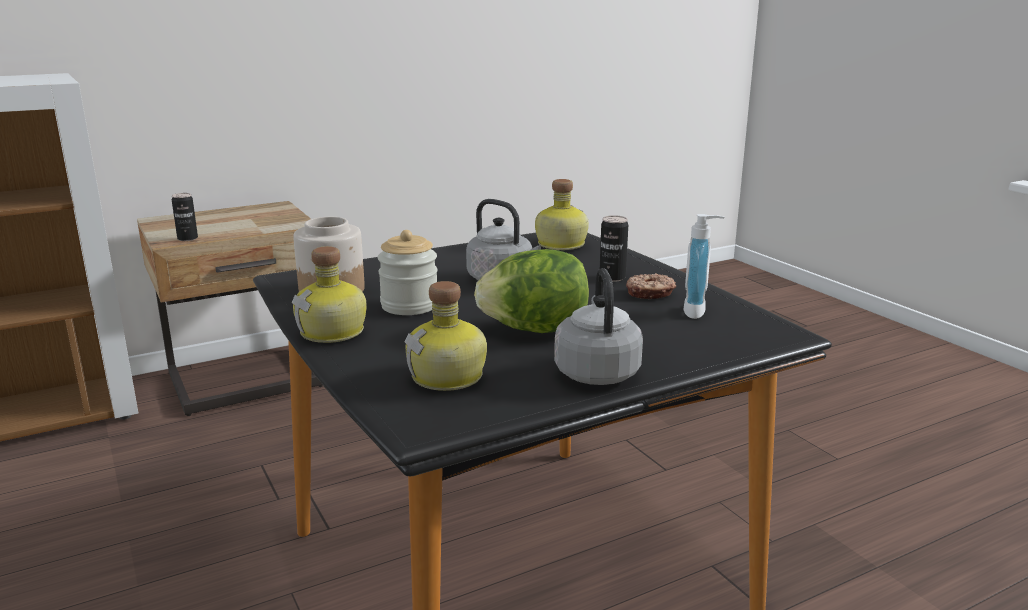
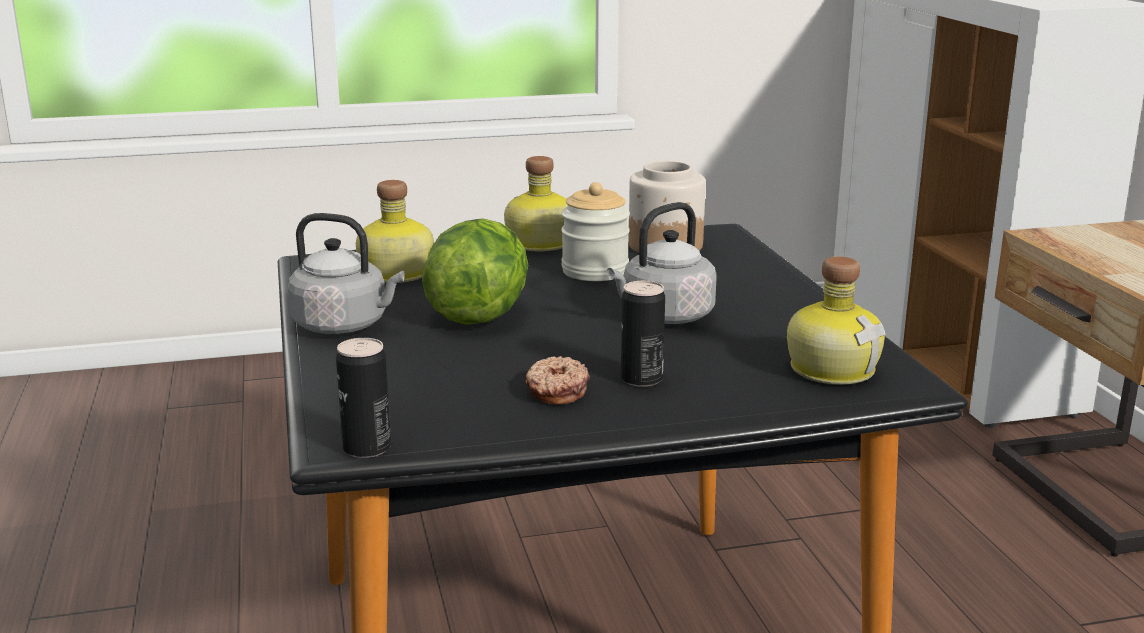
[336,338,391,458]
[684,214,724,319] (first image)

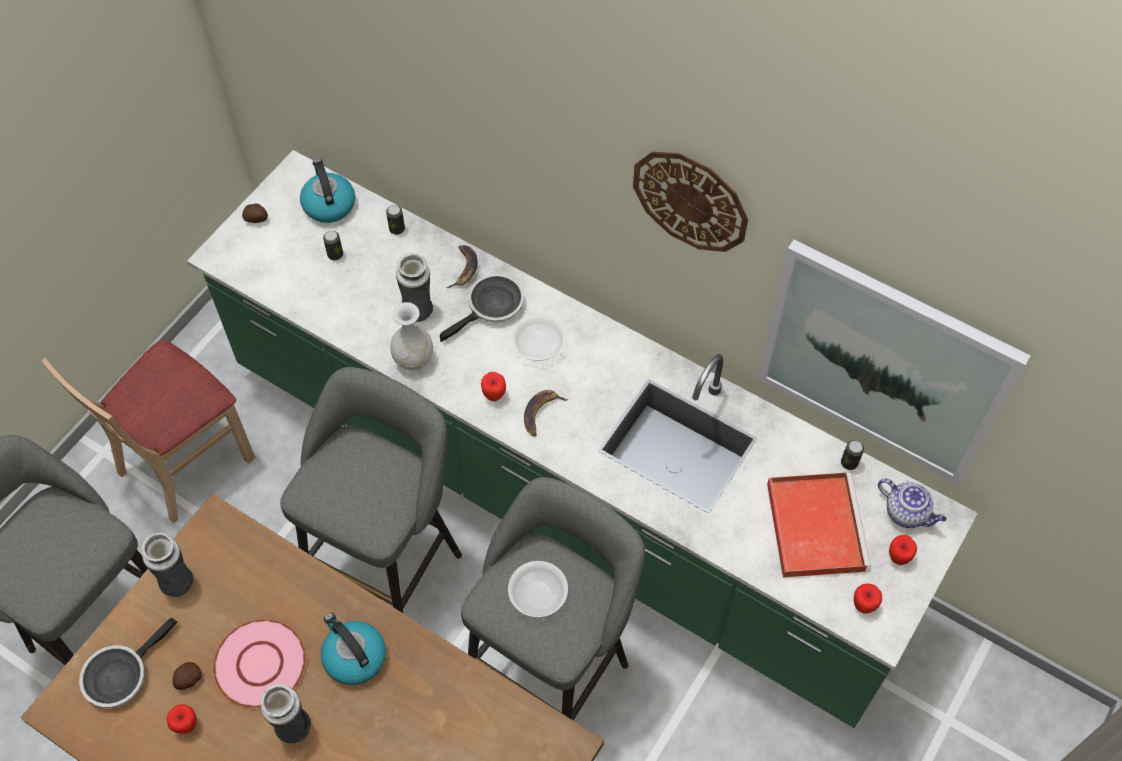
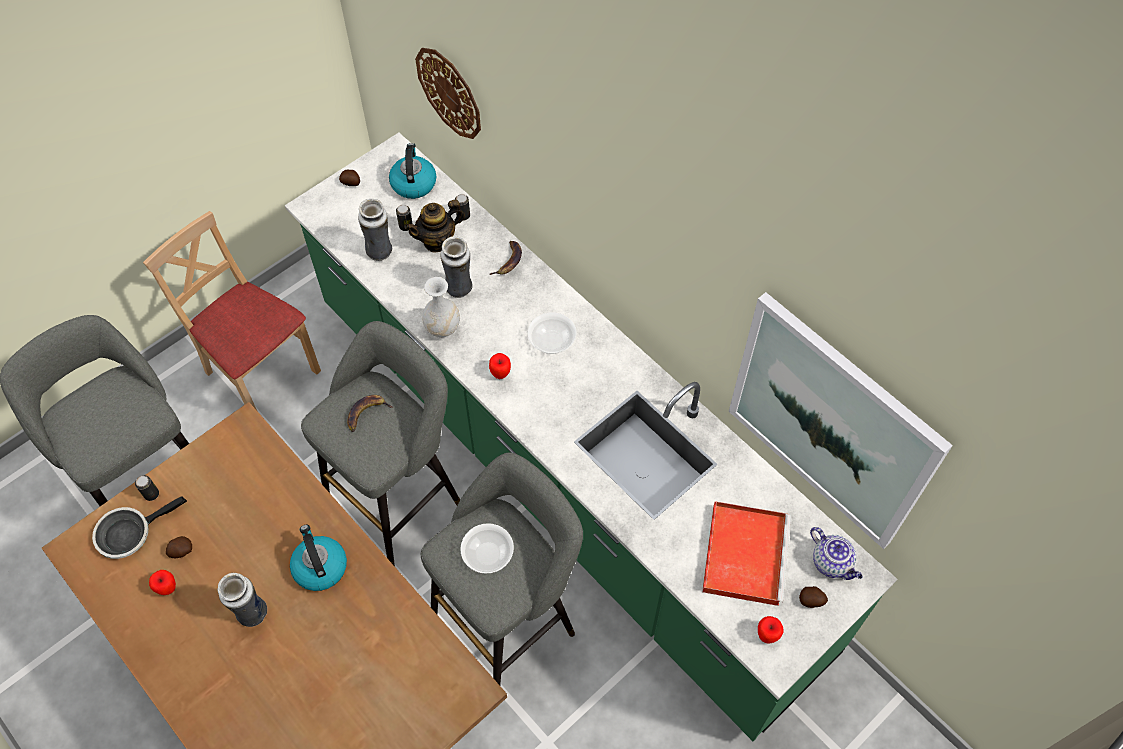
[415,48,481,139]
[440,274,524,342] (first image)
[143,211,321,410]
[347,395,393,432]
[135,475,159,501]
[358,199,392,261]
[799,586,828,608]
[213,619,306,708] (first image)
[404,199,465,253]

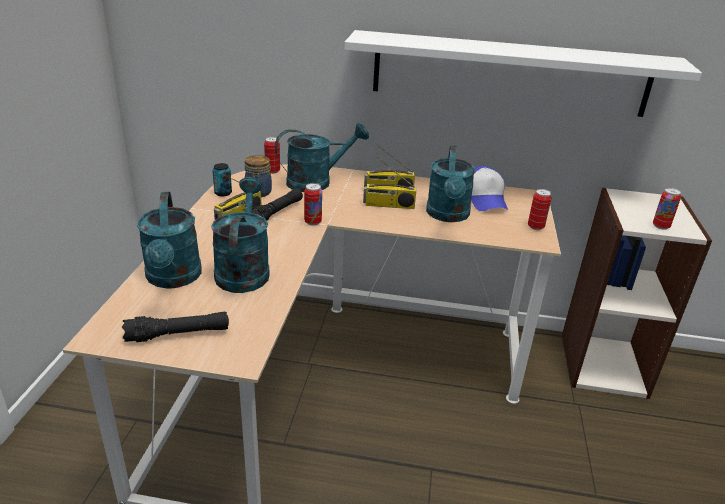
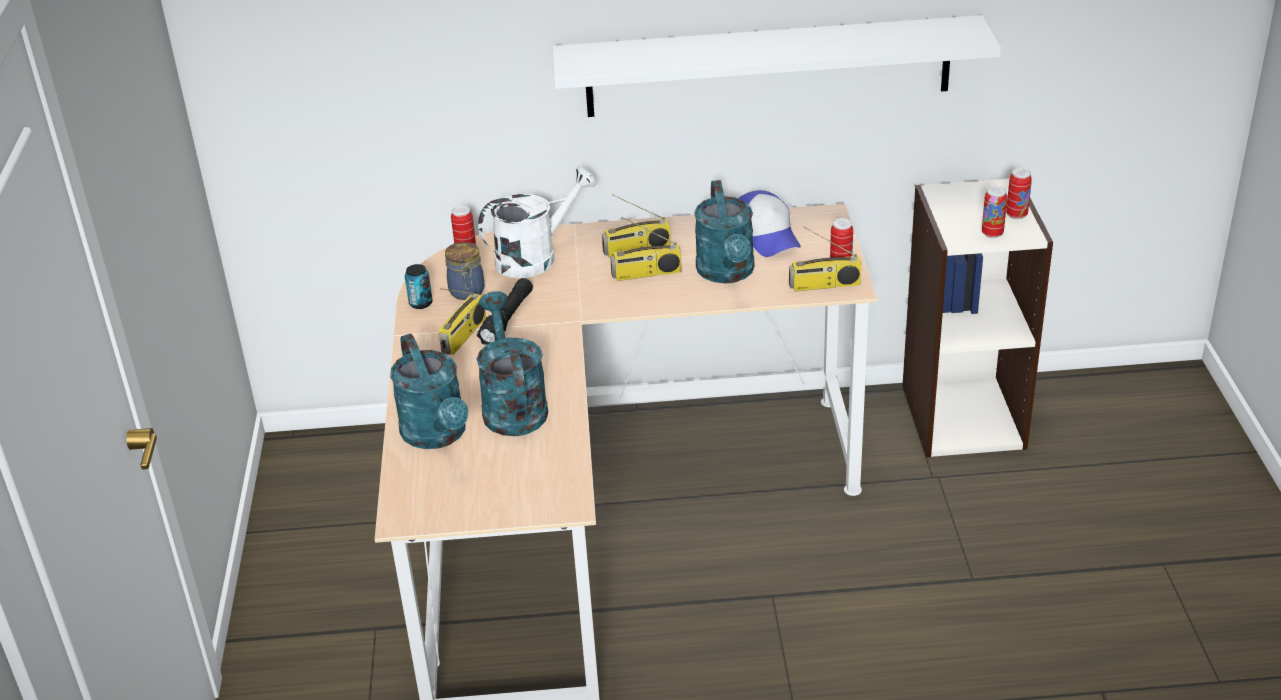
[478,166,597,278]
[1006,168,1032,219]
[122,312,229,342] (first image)
[789,227,861,292]

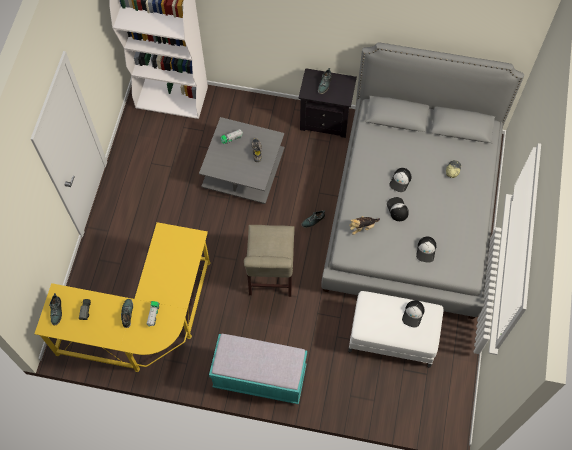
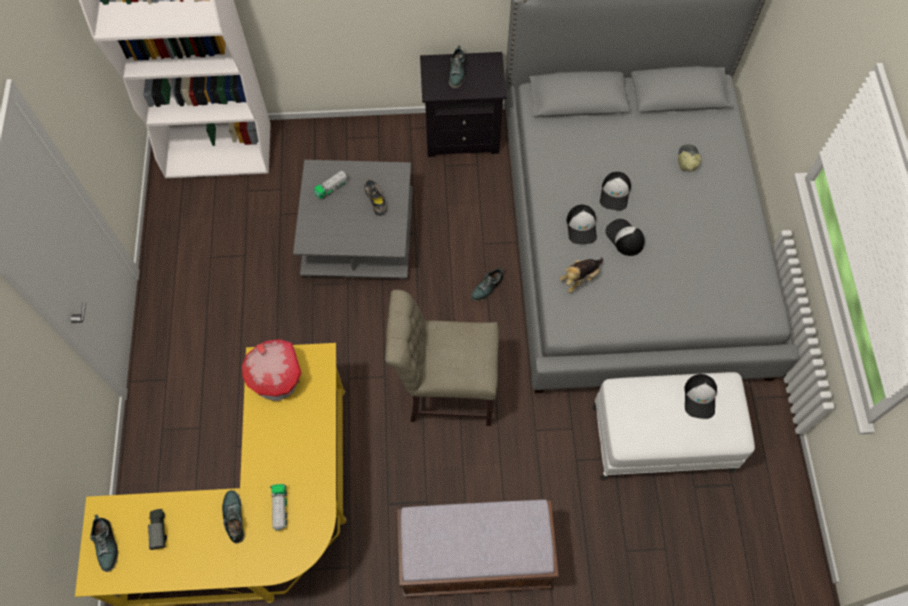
[385,290,499,426]
[566,205,597,244]
[397,500,559,597]
[242,339,302,401]

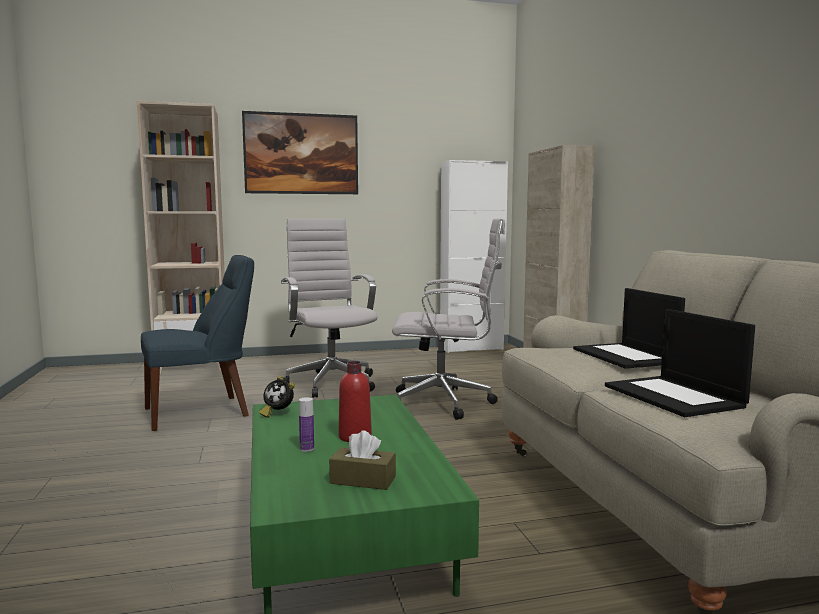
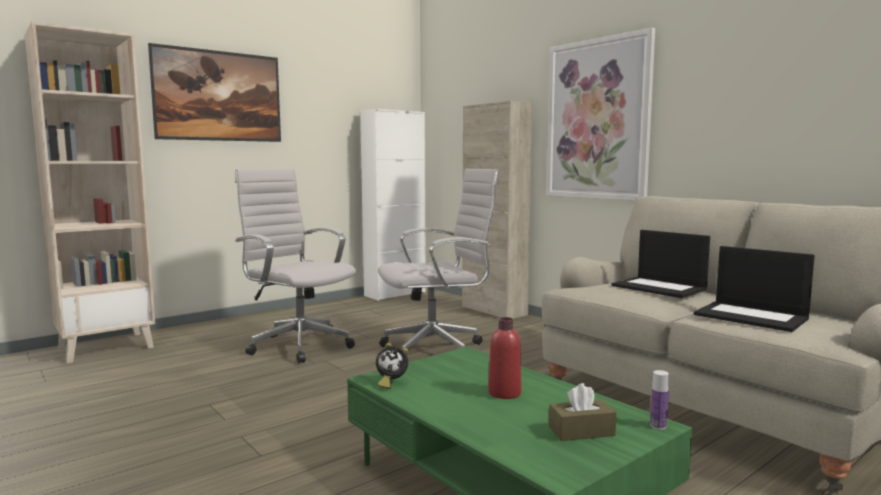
[141,255,254,431] (first image)
[650,370,669,430]
[546,28,655,201]

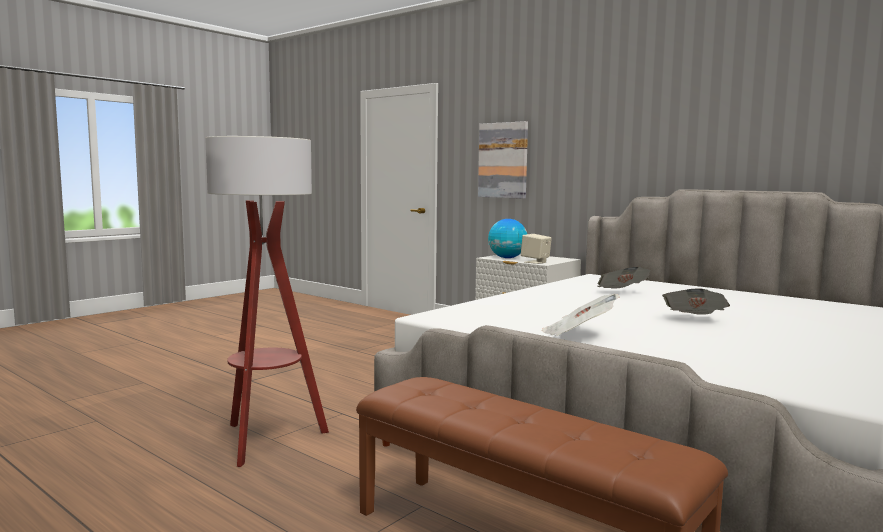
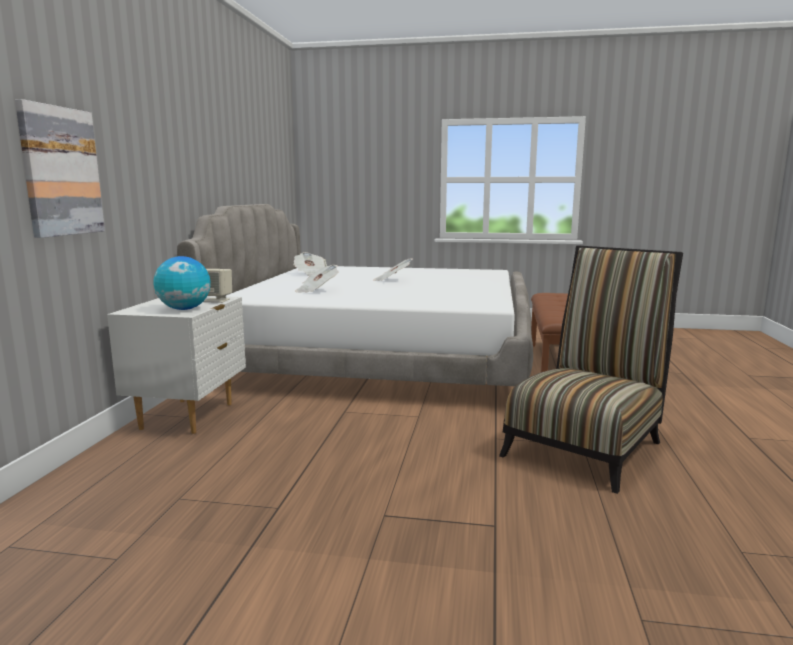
[499,245,683,494]
[294,252,327,276]

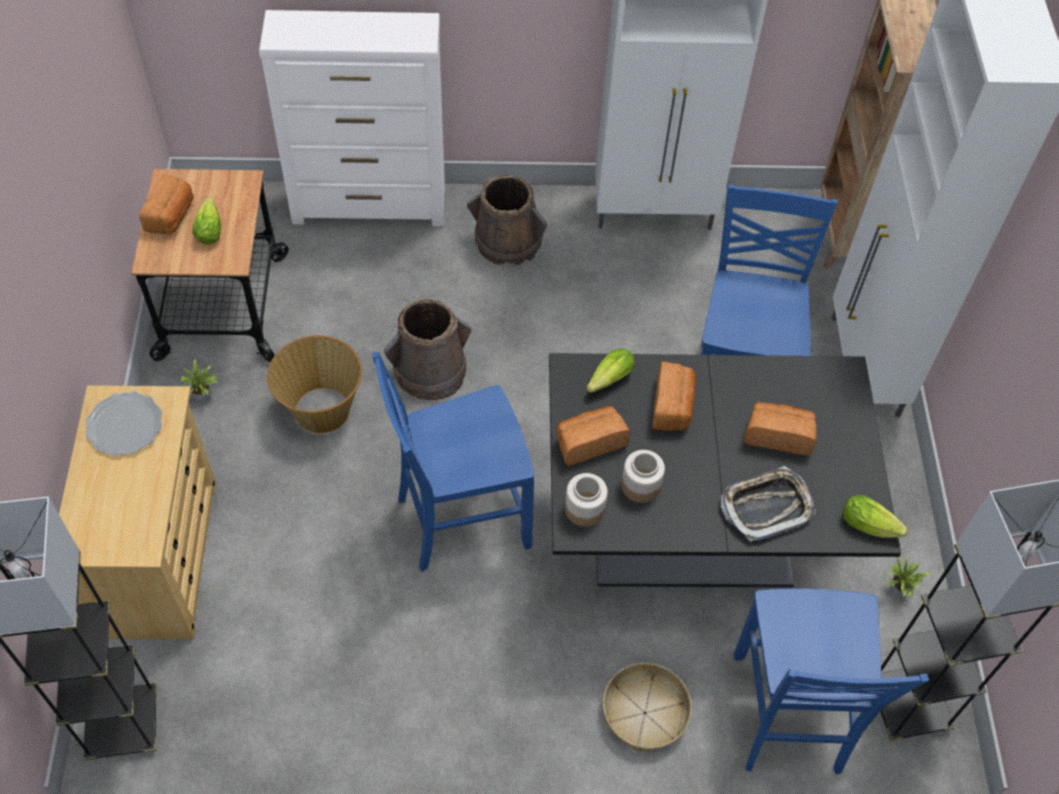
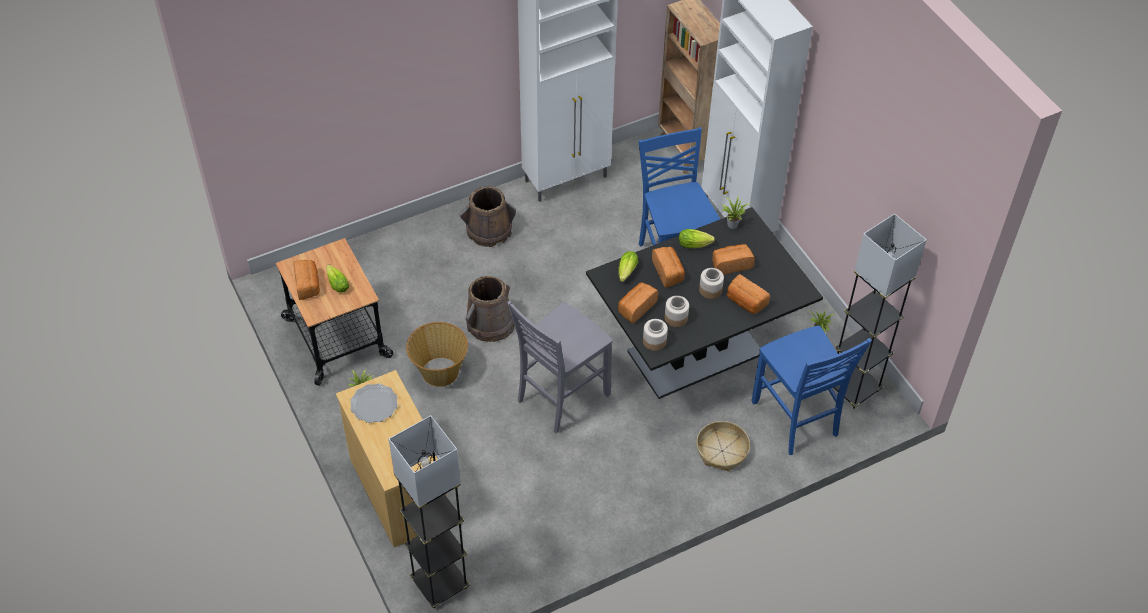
[259,10,445,226] (first image)
[507,300,612,433]
[727,274,770,314]
[679,229,715,248]
[722,195,750,229]
[699,268,724,299]

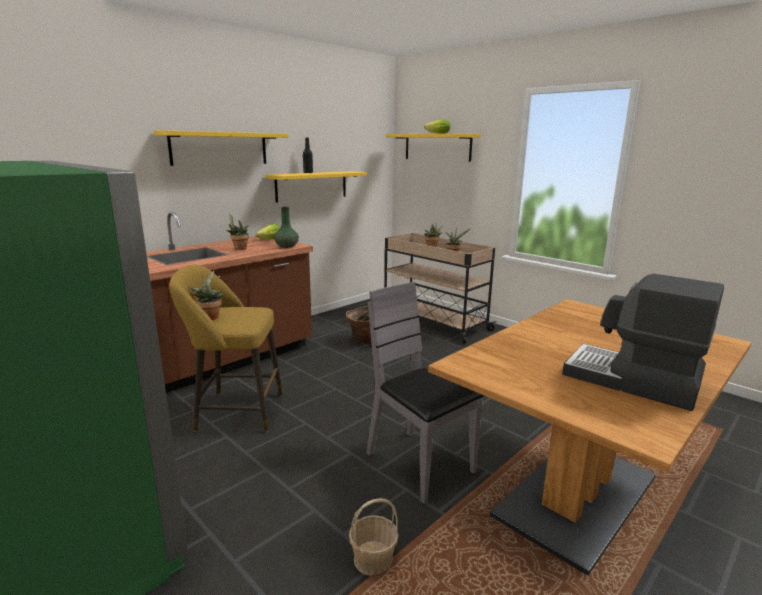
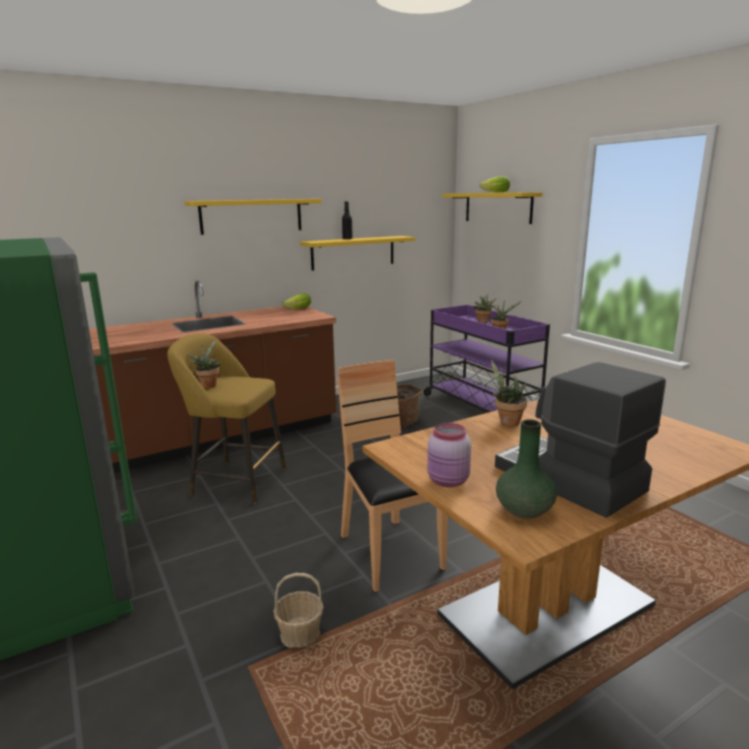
[496,419,557,519]
[491,360,527,426]
[424,305,550,413]
[338,360,448,592]
[427,423,471,487]

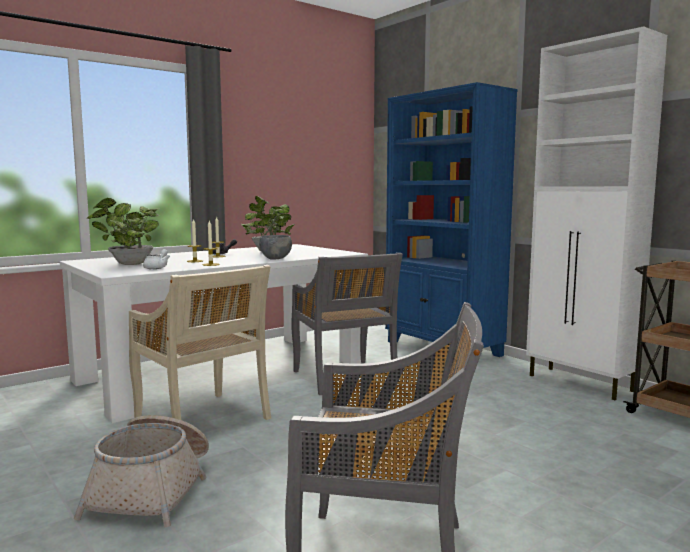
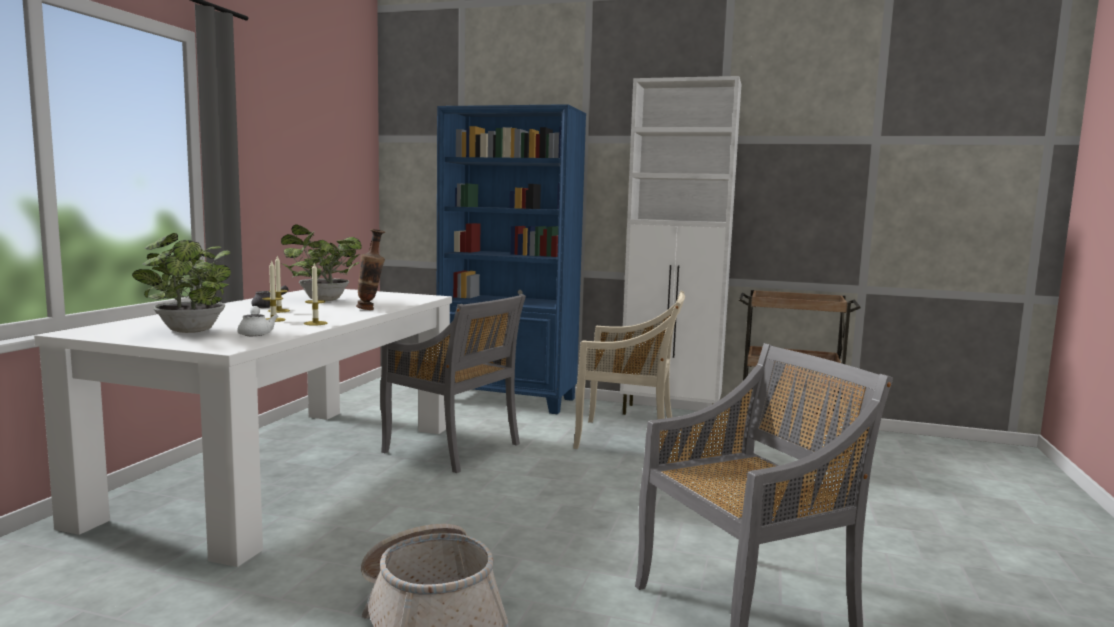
[356,229,385,310]
[573,291,685,449]

